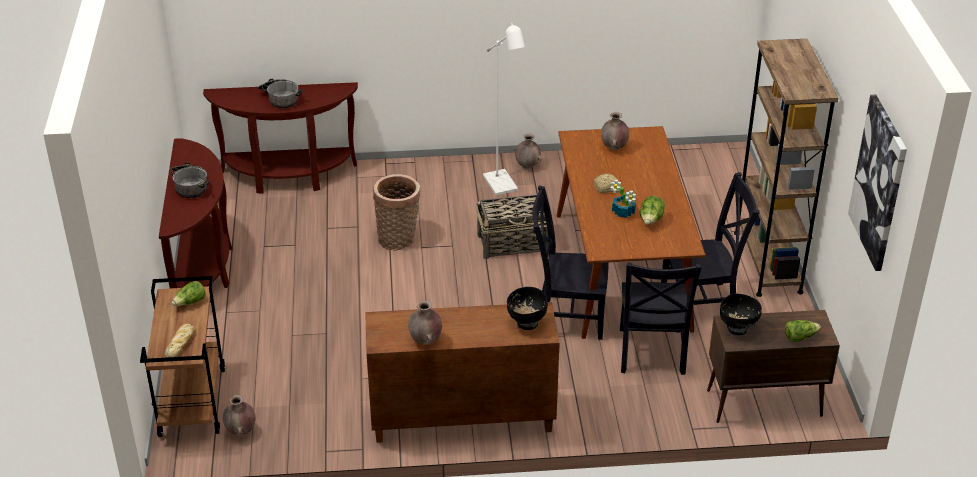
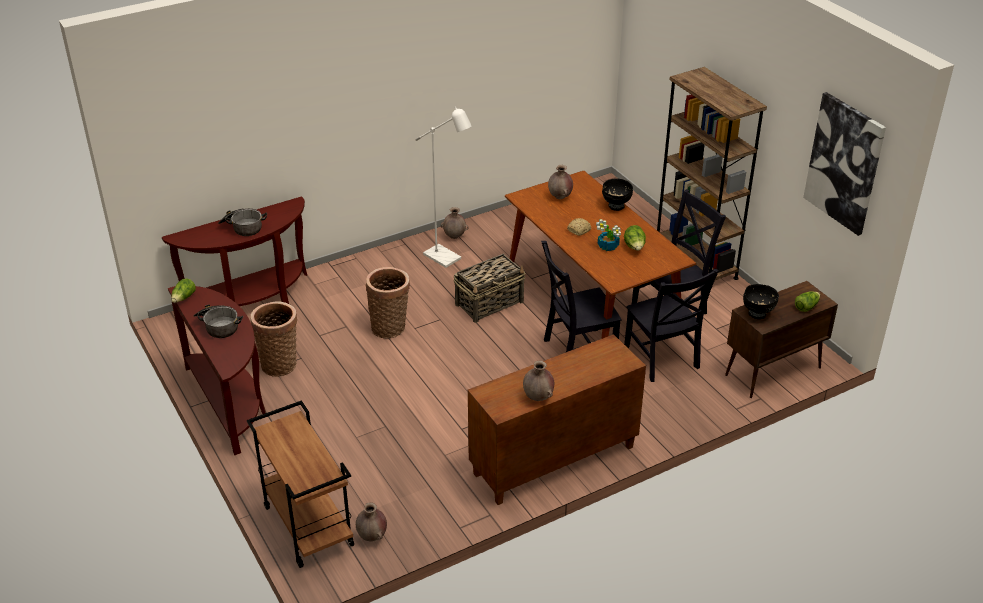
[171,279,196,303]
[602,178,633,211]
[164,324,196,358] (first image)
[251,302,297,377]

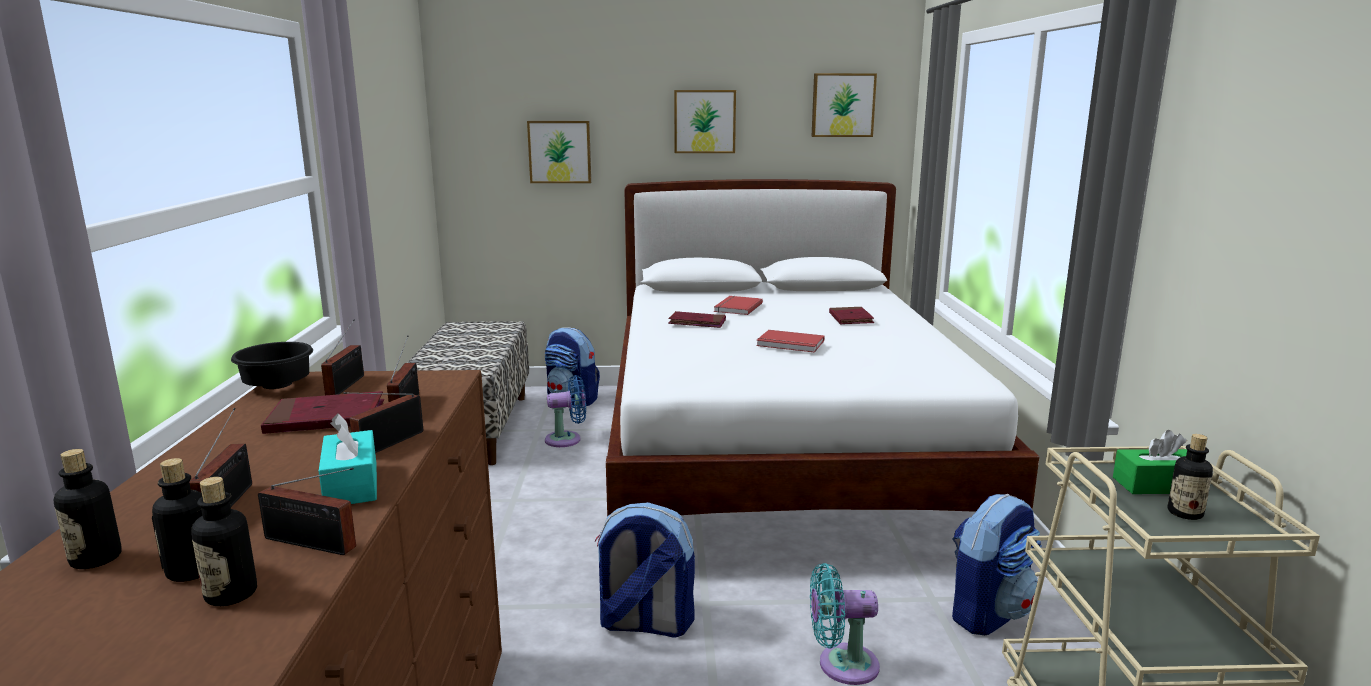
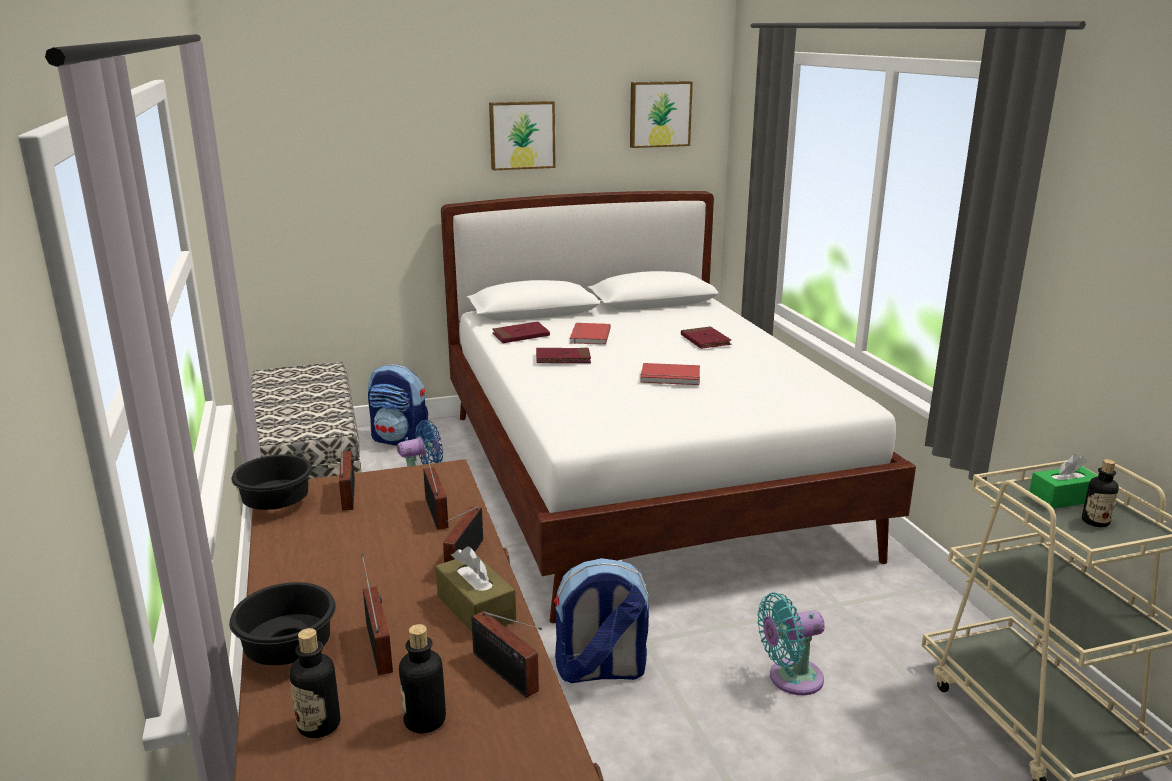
[527,121,591,183] (first image)
[492,321,550,343]
[436,546,516,632]
[471,611,542,698]
[191,477,257,606] (first image)
[952,493,1042,635] (first image)
[229,582,336,665]

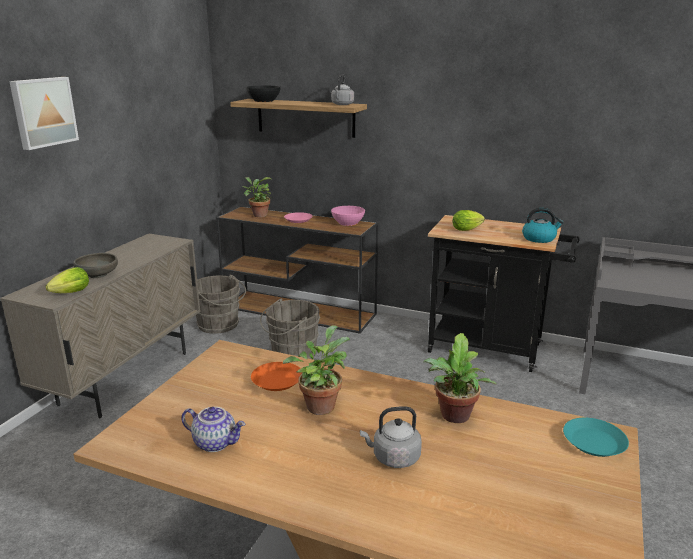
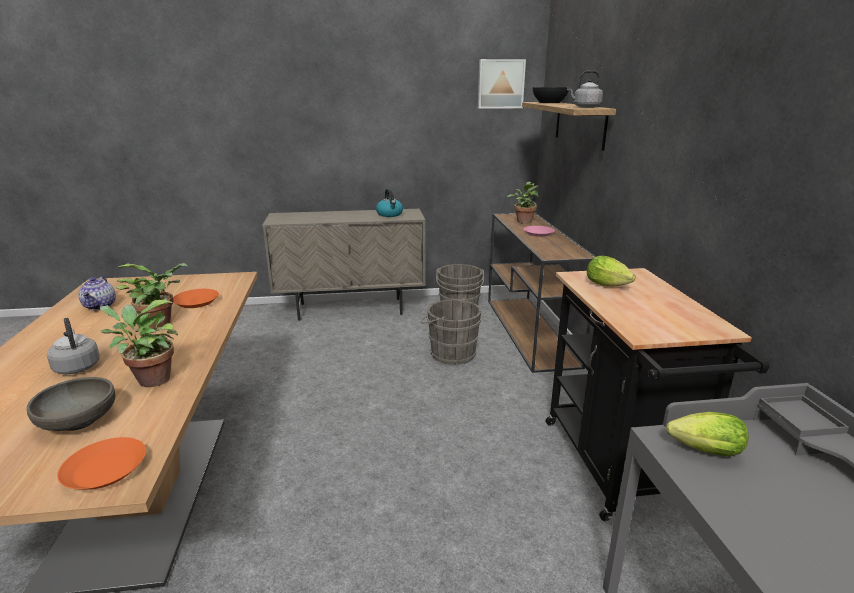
[478,59,526,109]
[331,206,365,226] (first image)
[376,189,403,217]
[27,377,115,431]
[666,412,749,457]
[57,437,146,490]

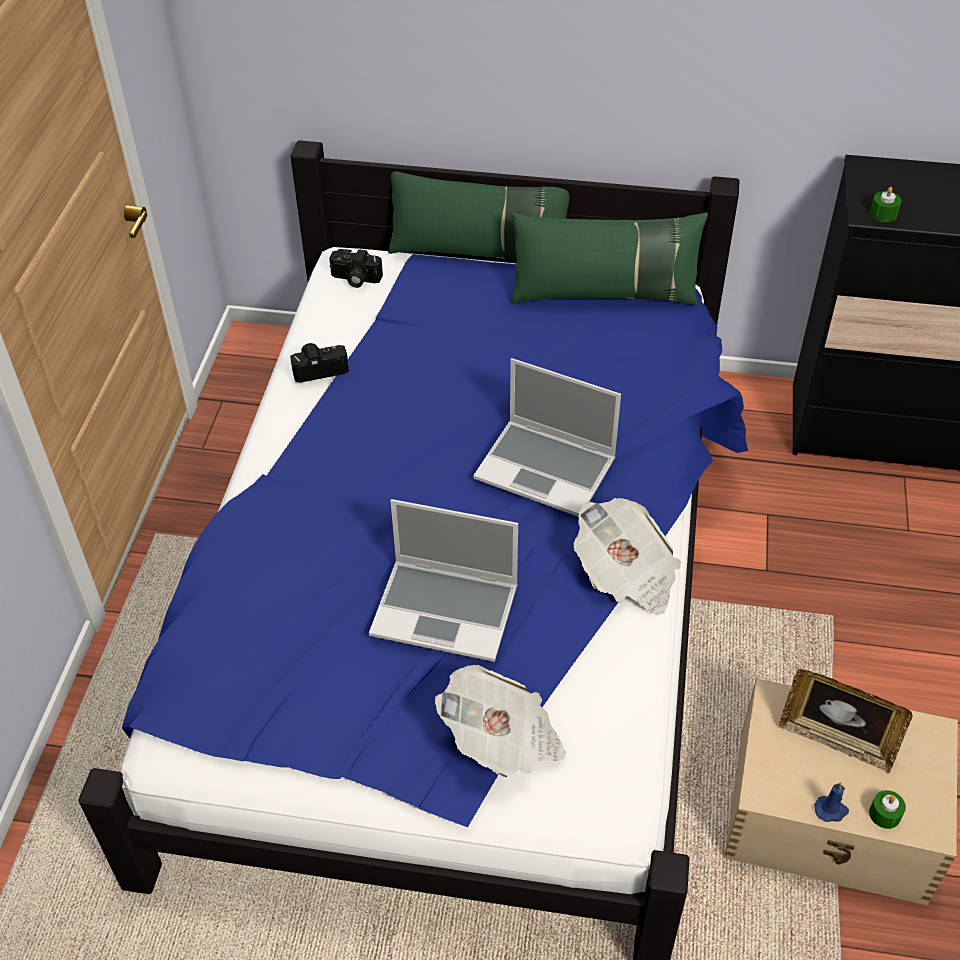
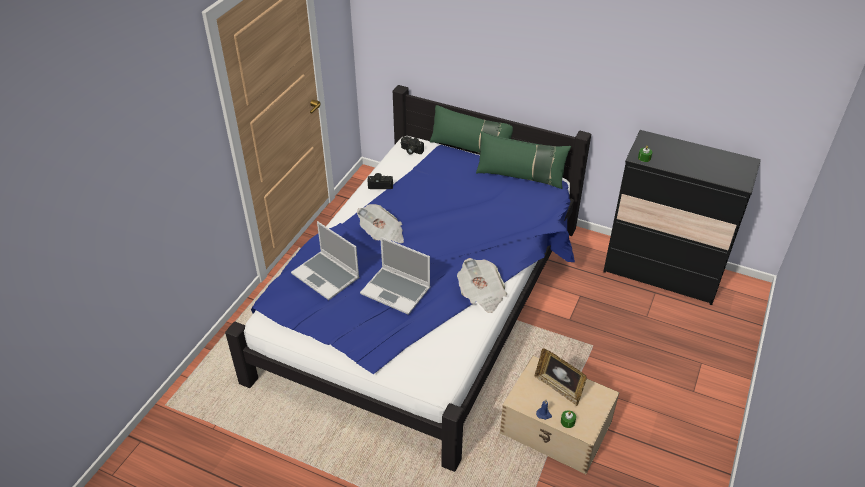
[291,221,359,300]
[357,204,404,243]

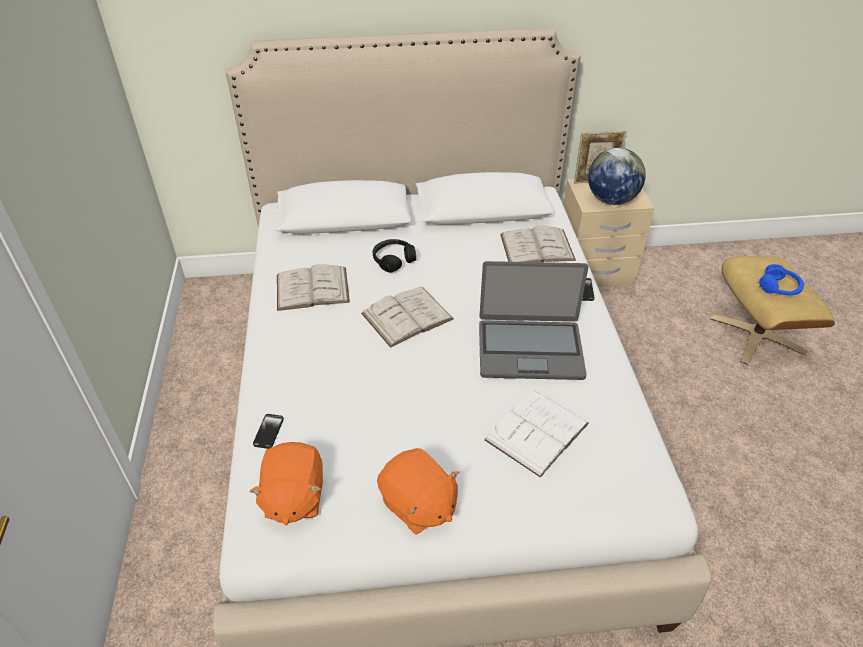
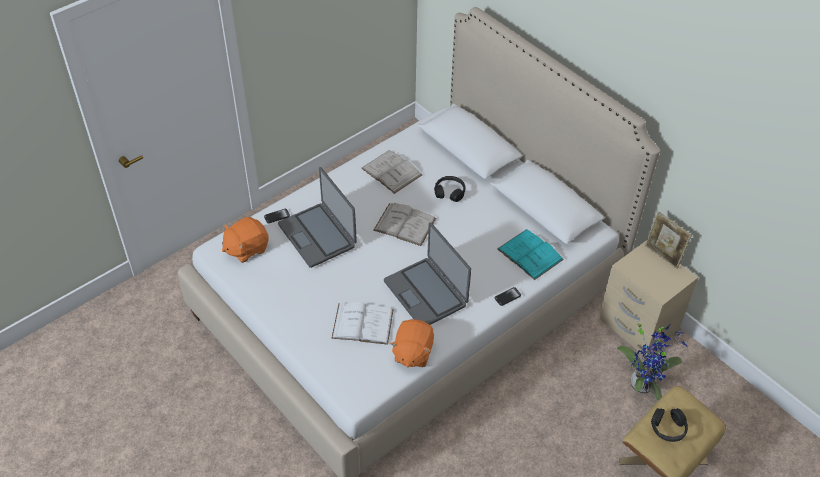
[588,148,646,205] (first image)
[497,229,564,280]
[651,408,688,442]
[390,319,434,368]
[278,167,357,268]
[617,319,688,401]

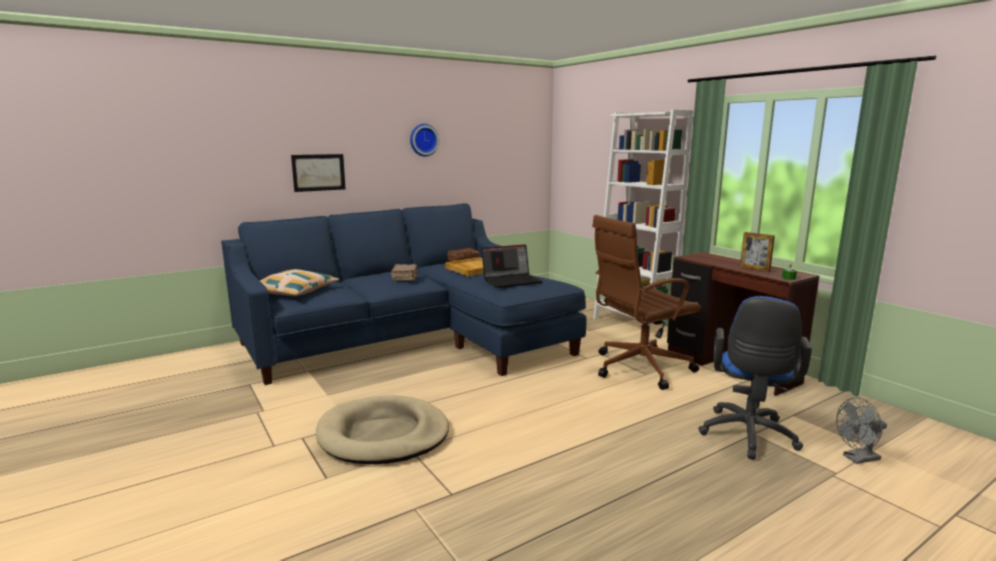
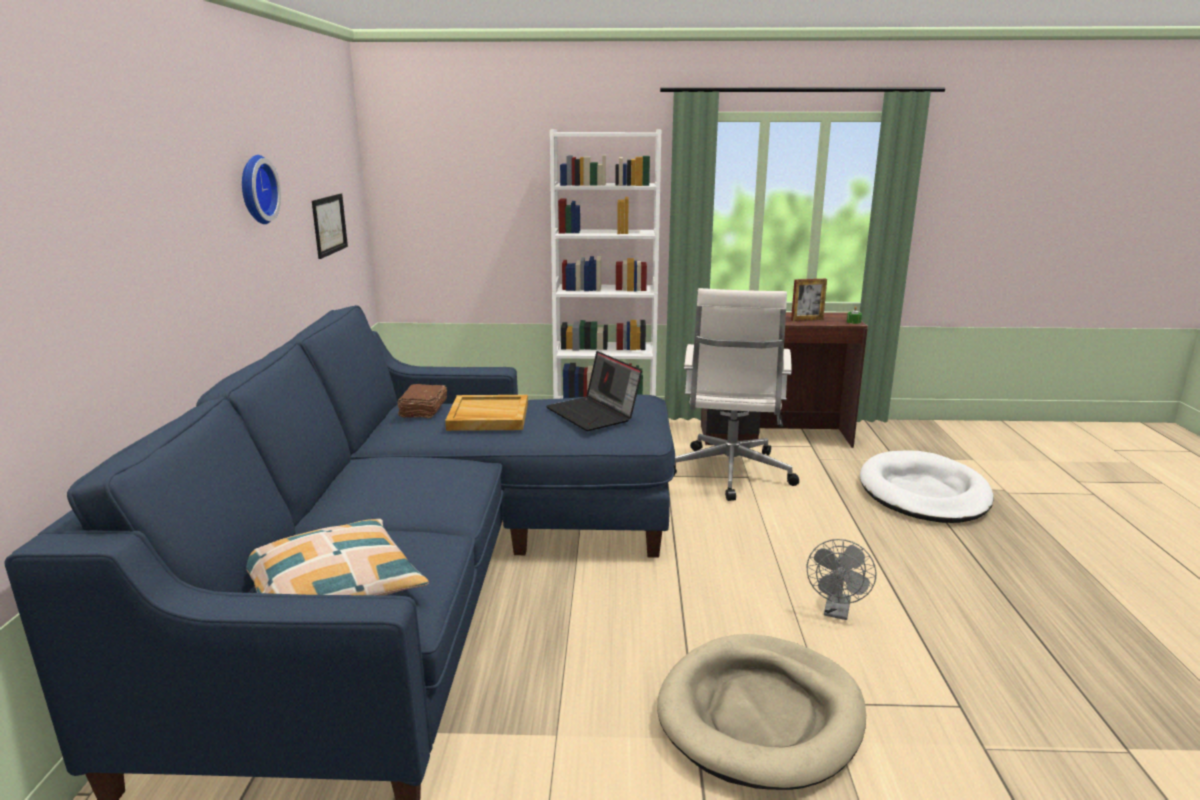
[312,194,348,259]
[674,288,799,501]
[546,351,642,431]
[391,264,417,281] (first image)
[860,451,994,523]
[807,539,876,620]

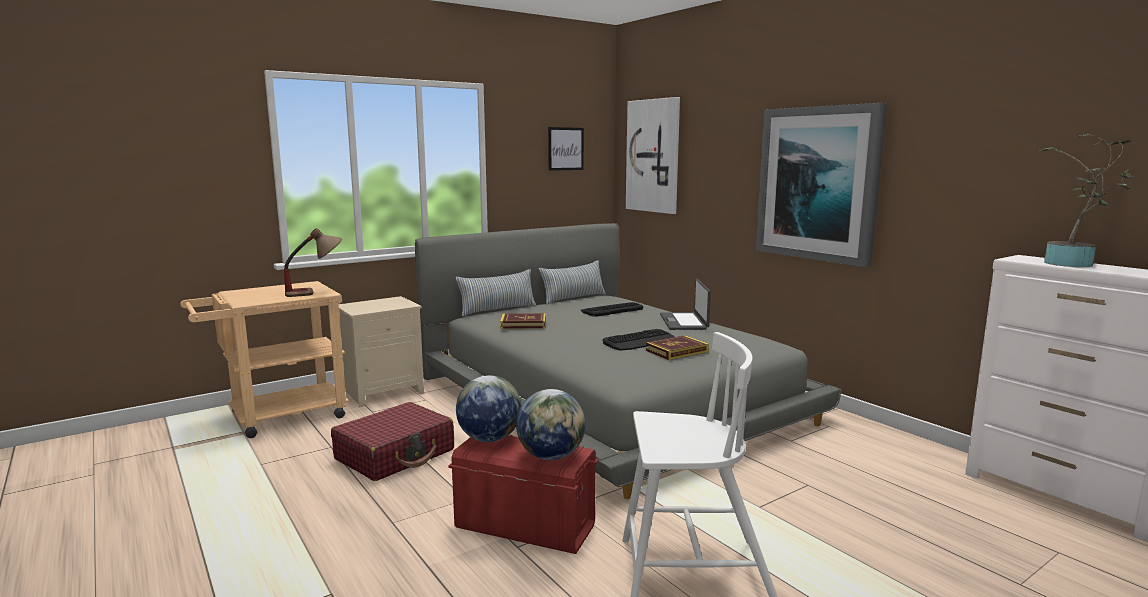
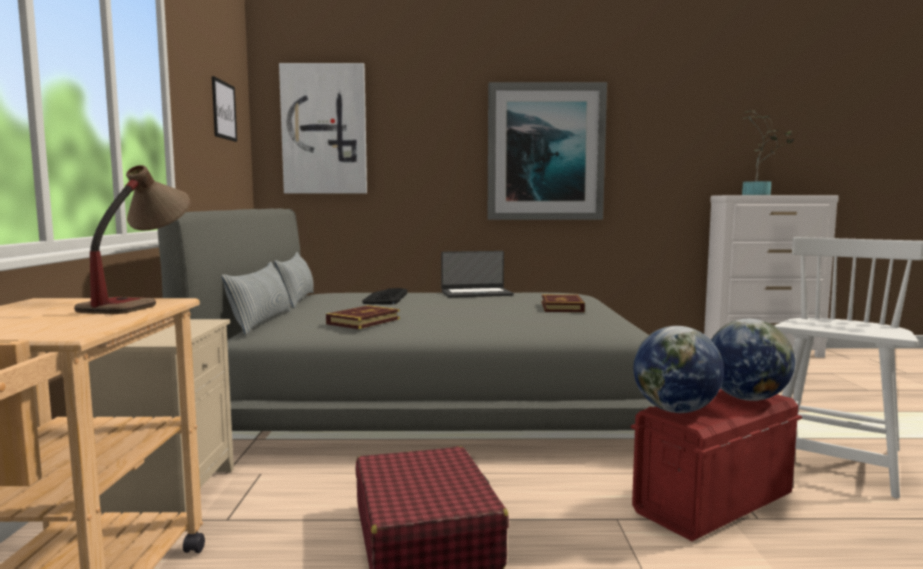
[441,251,514,298]
[603,329,675,351] (first image)

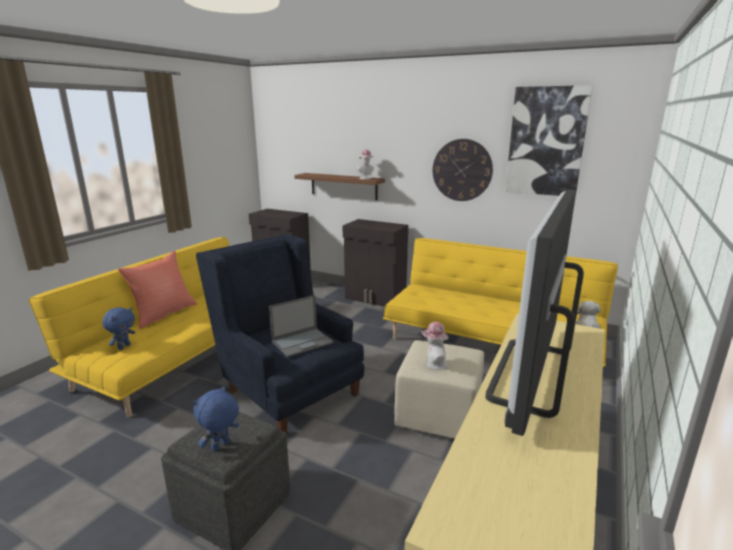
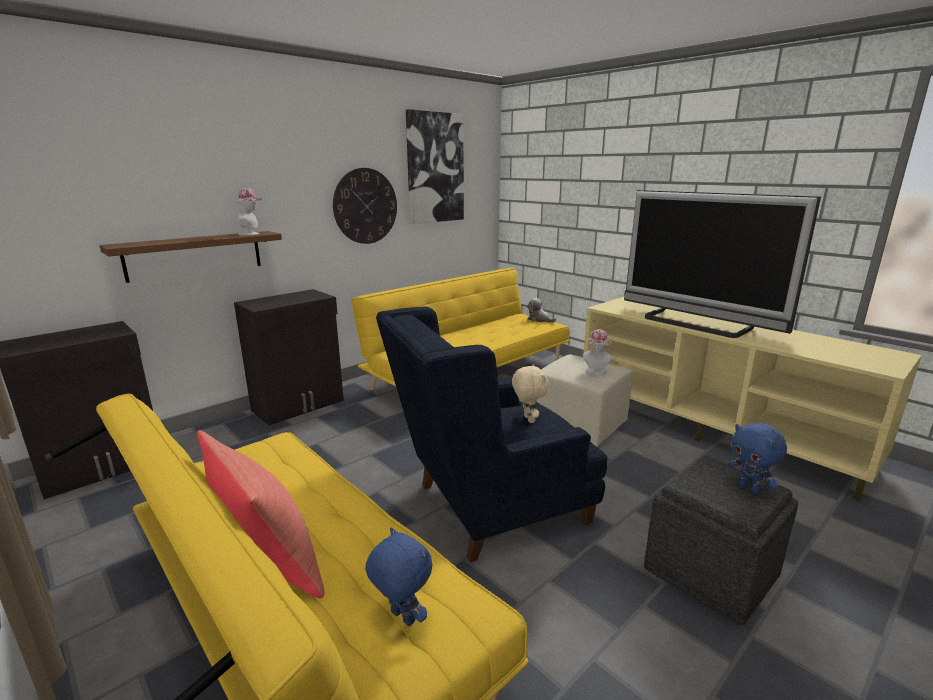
[512,364,549,423]

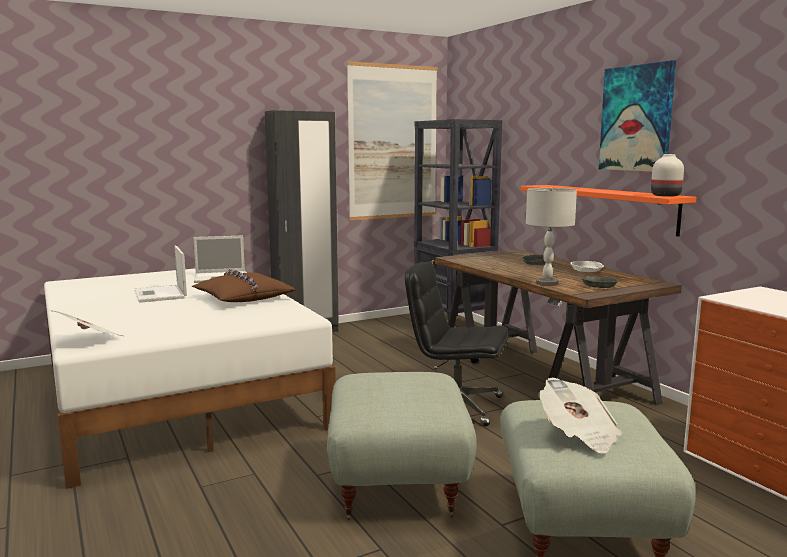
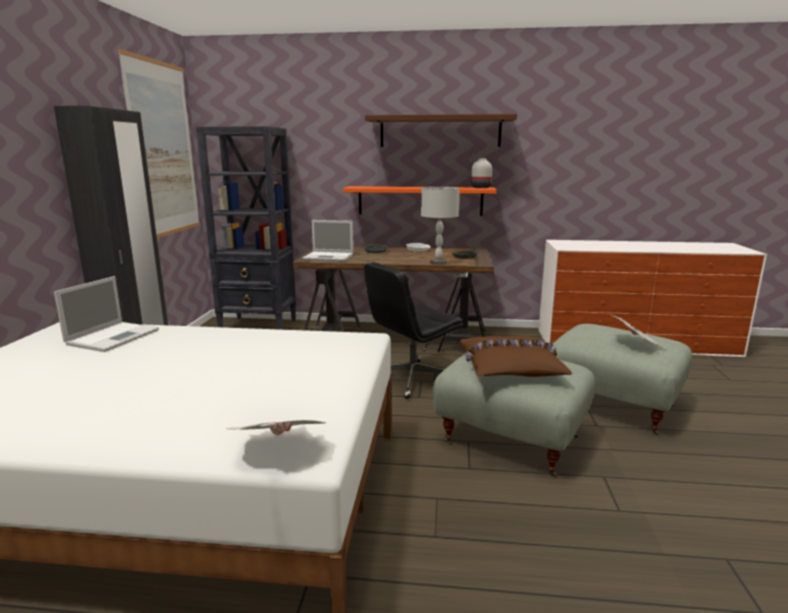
[365,114,517,147]
[302,220,353,261]
[460,336,572,377]

